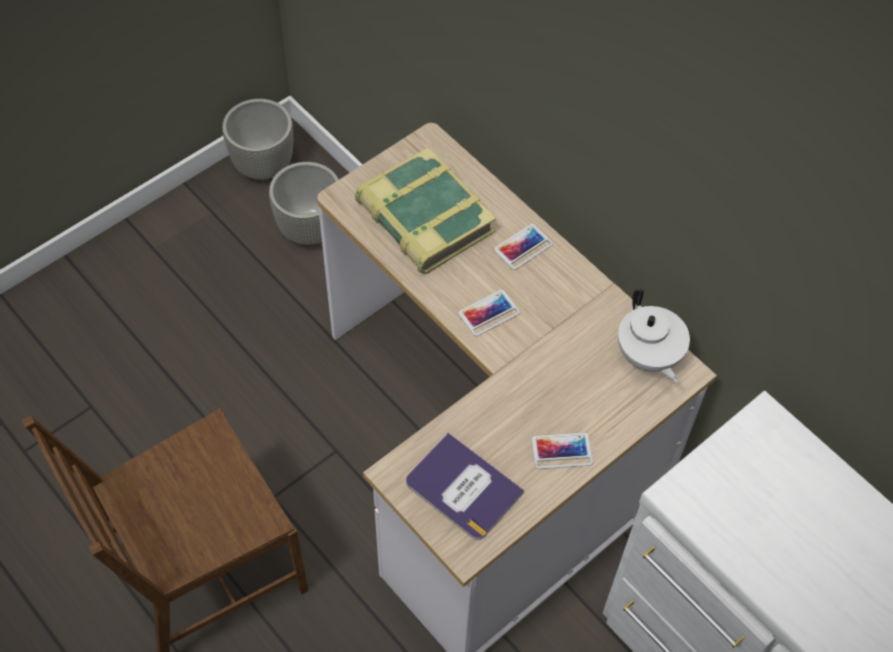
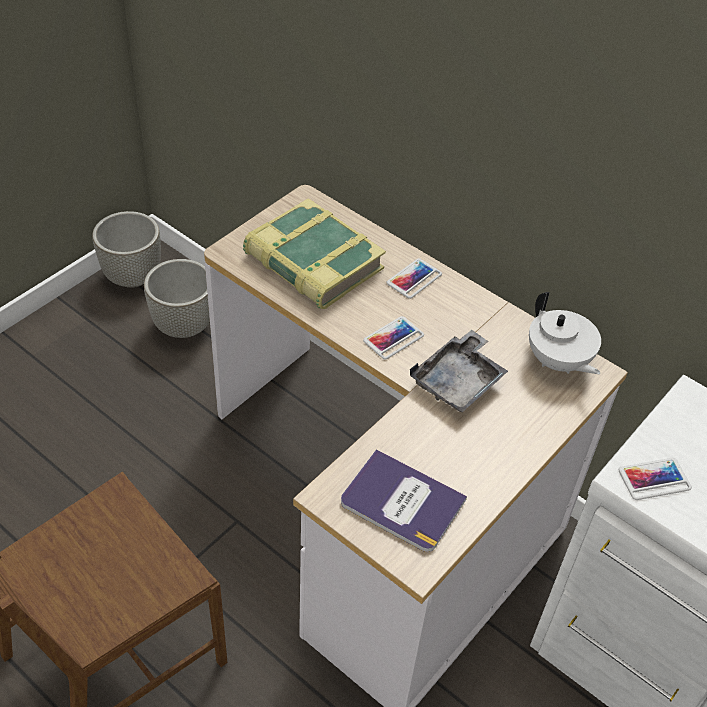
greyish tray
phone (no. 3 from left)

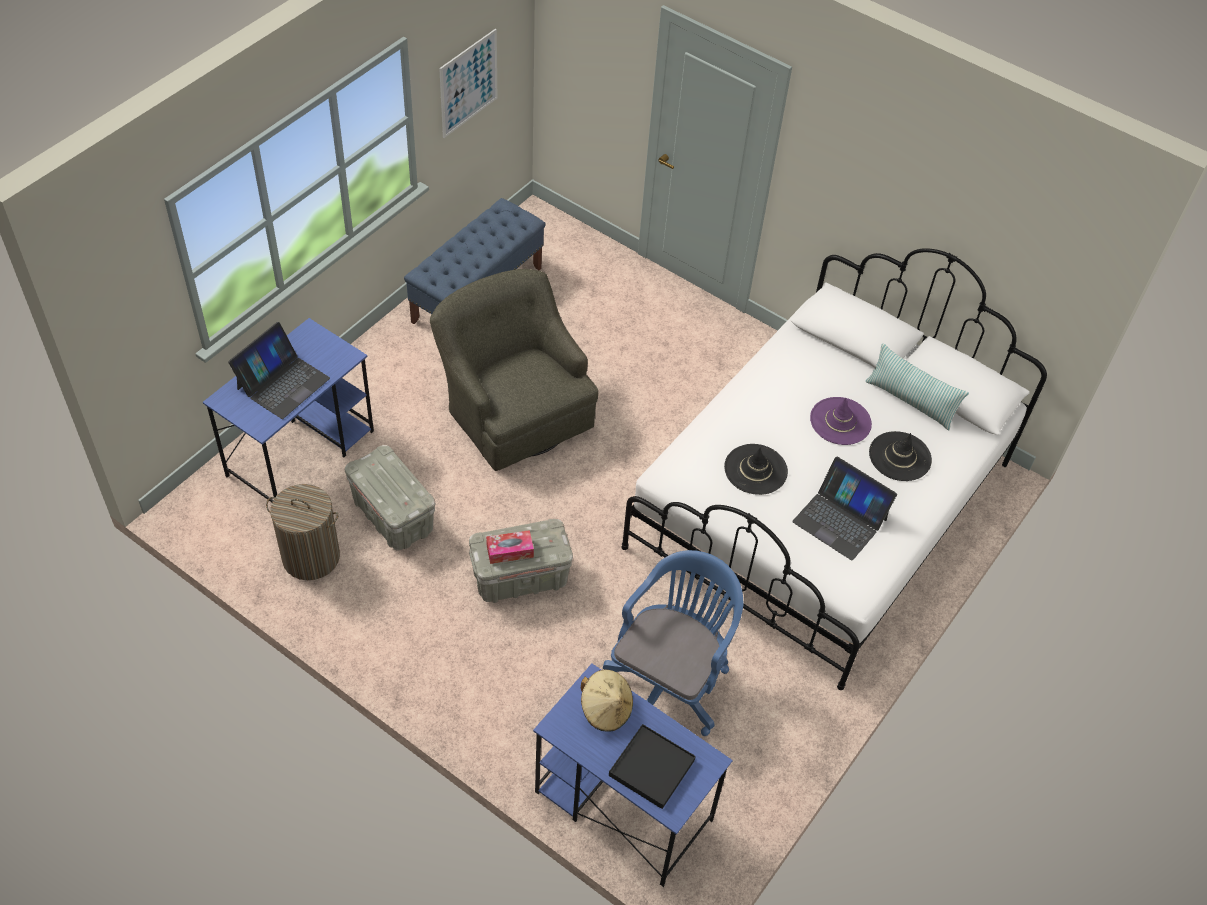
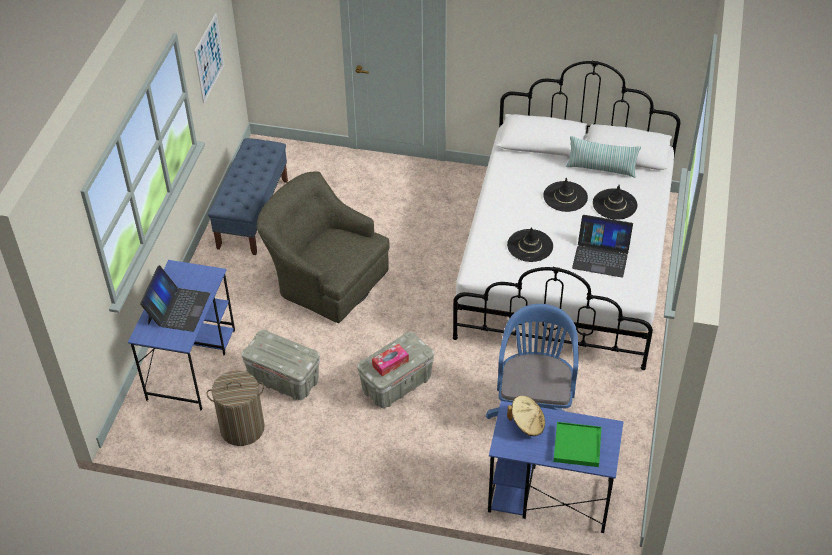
greenish tray
blackish hat (no. 2 from left)

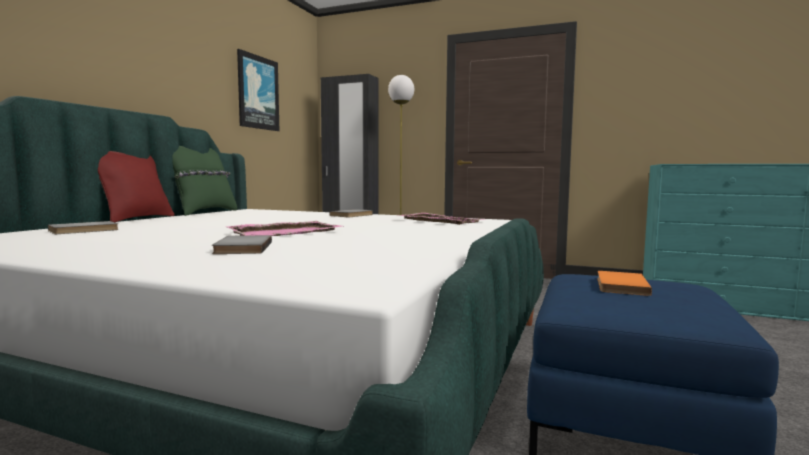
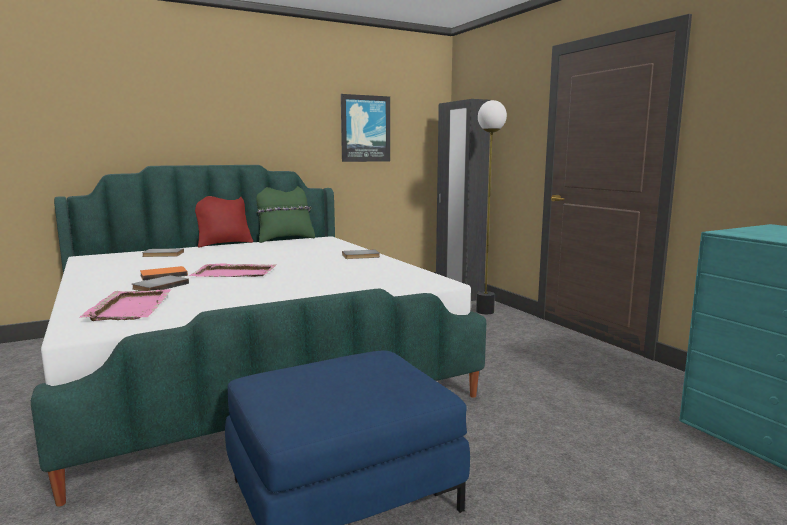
pinkish tray (no. 1 from left)
orange-coloured bound book

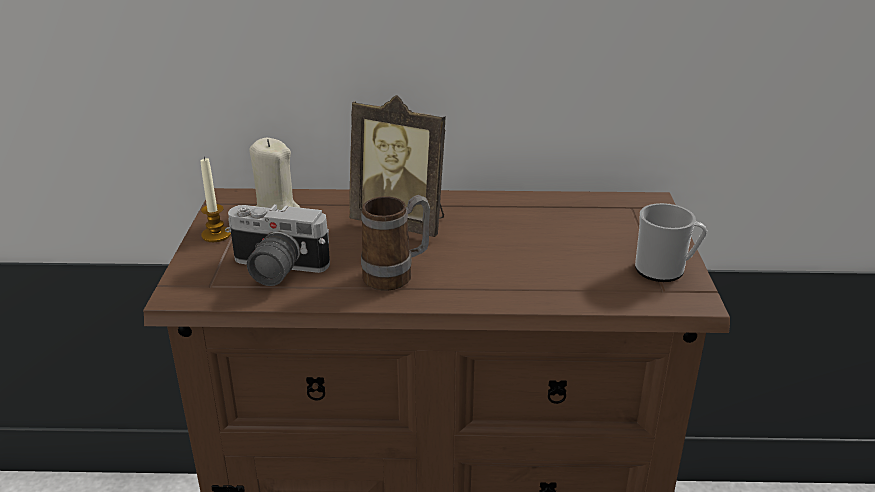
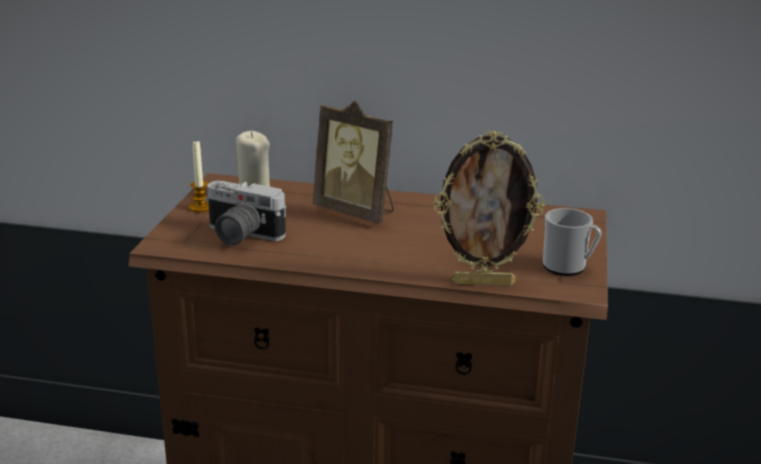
mug (no. 1 from left in the first image)
photo frame (no. 2 from left)

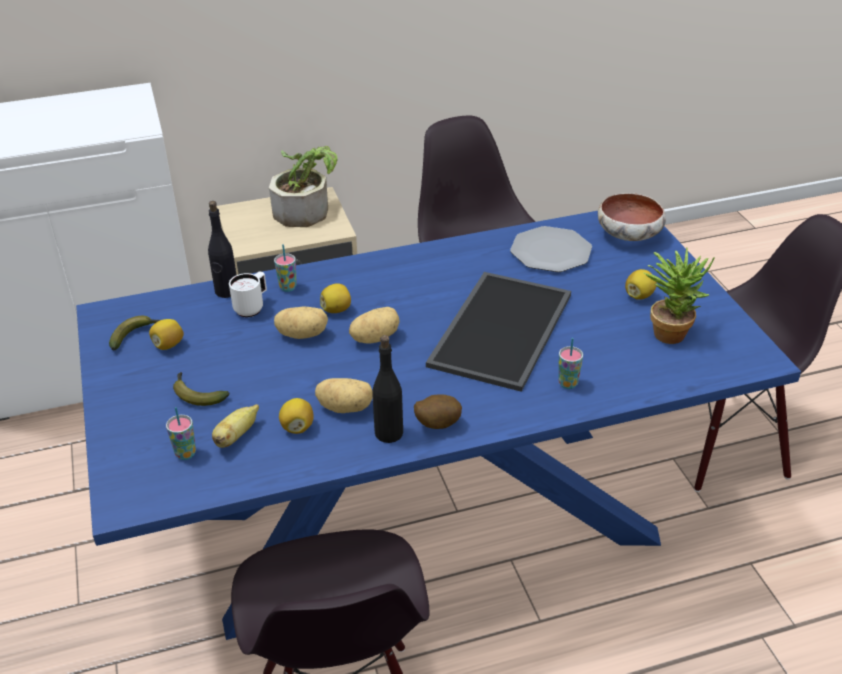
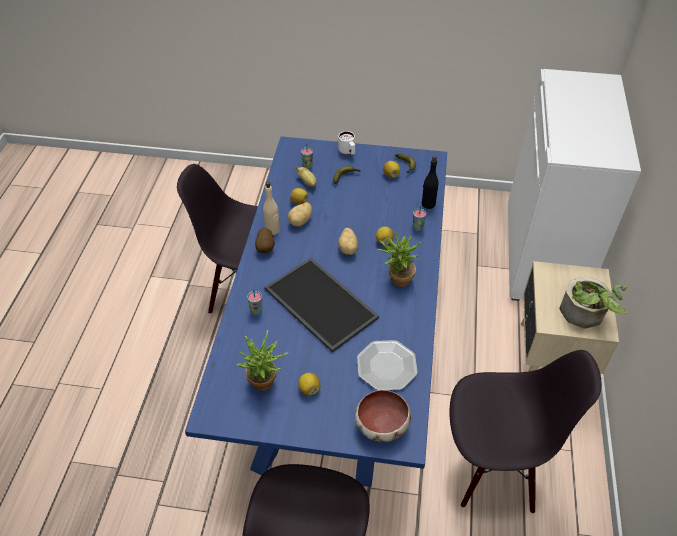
potato (no. 1 from left in the first image)
houseplant (no. 2 from left)
whitish mug
sand-coloured bottle

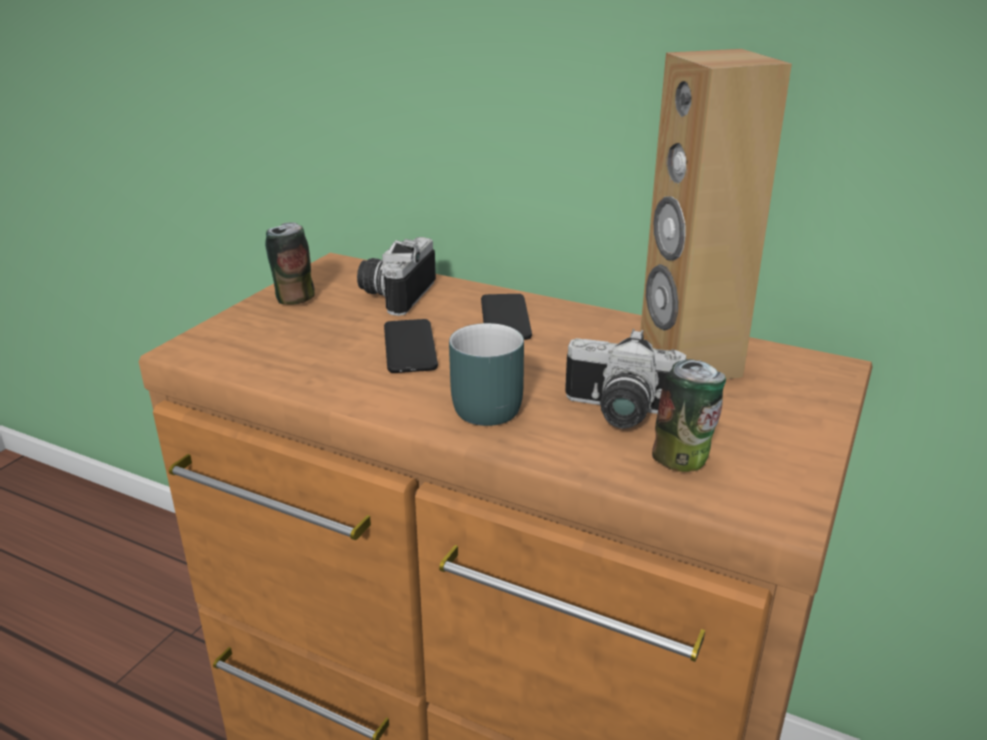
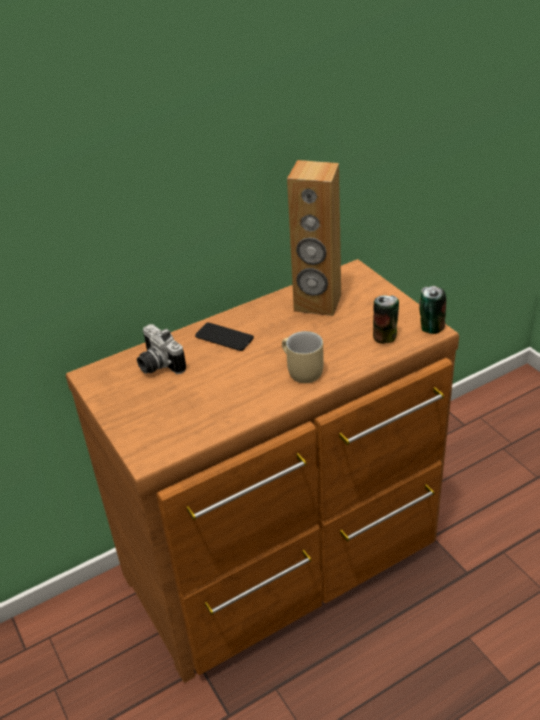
phone (no. 1 from left in the first image)
still camera (no. 2 from left in the first image)
can (no. 2 from left)
sand-coloured mug

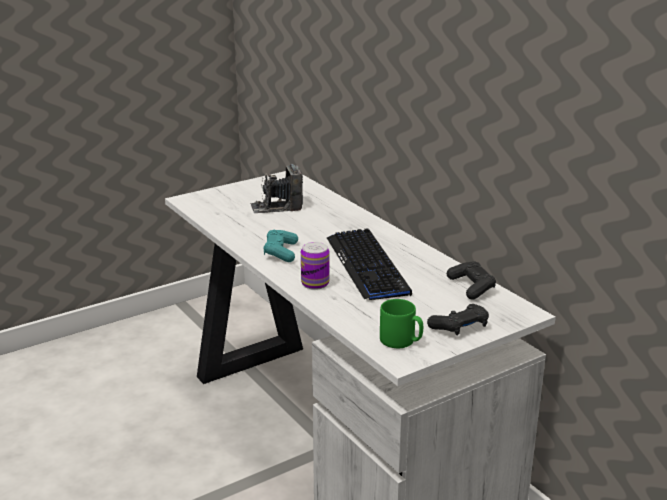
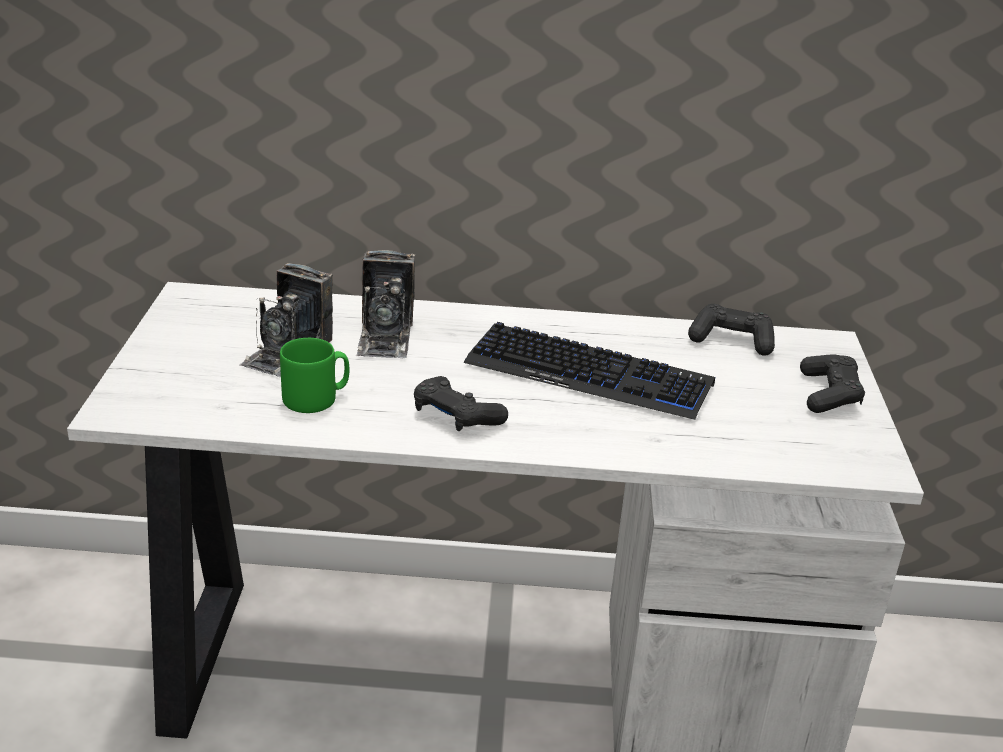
can
still camera (no. 2 from left)
greenish mug
blackish joypad (no. 1 from left)

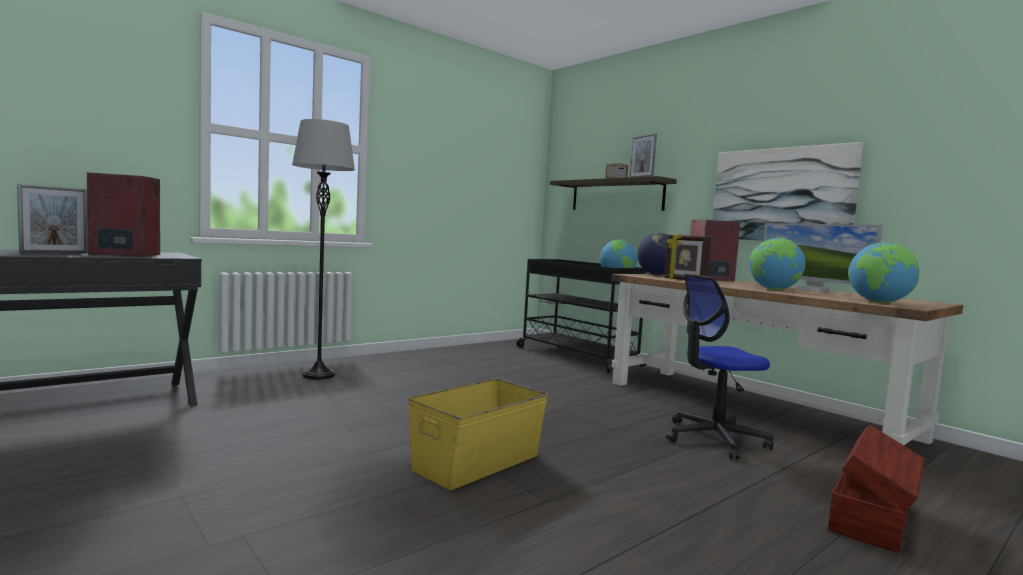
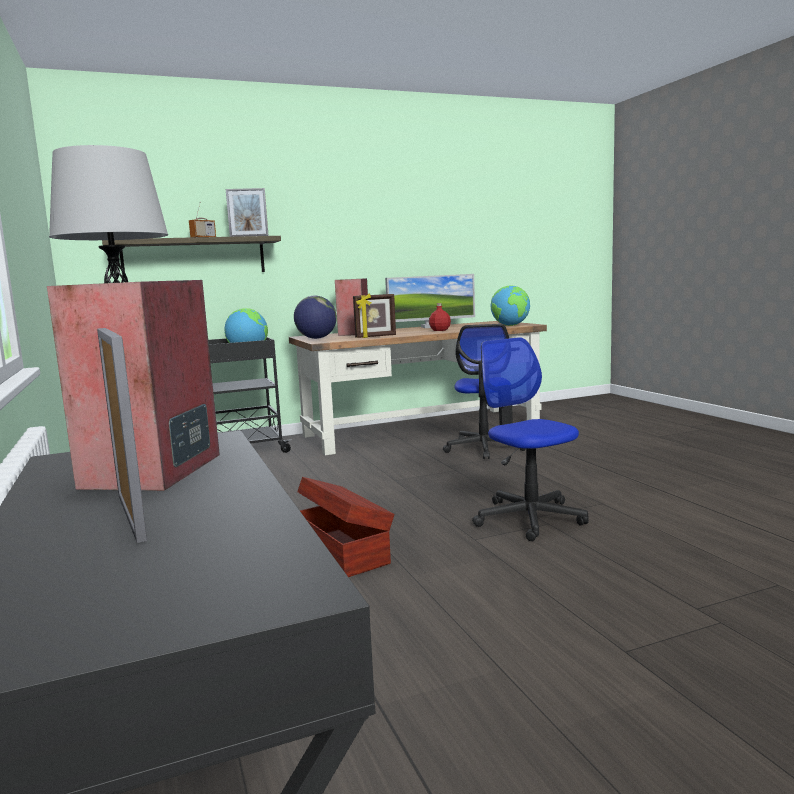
wall picture
brownish storage container
office chair (no. 2 from left)
reddish bottle

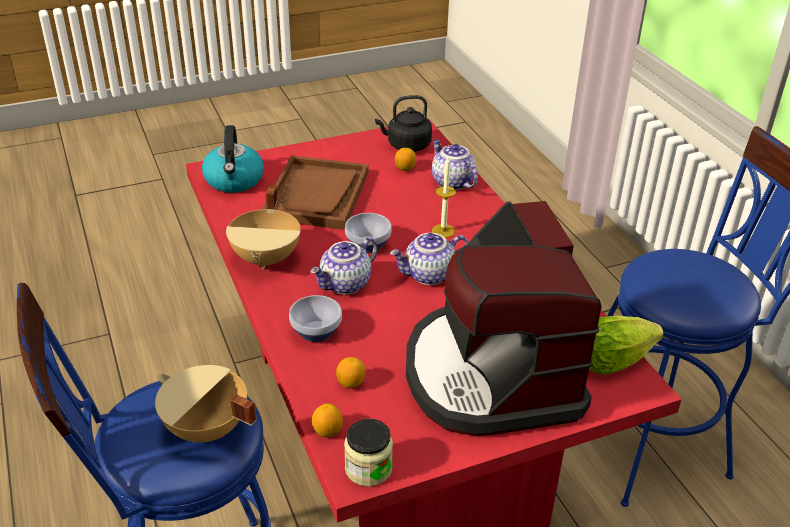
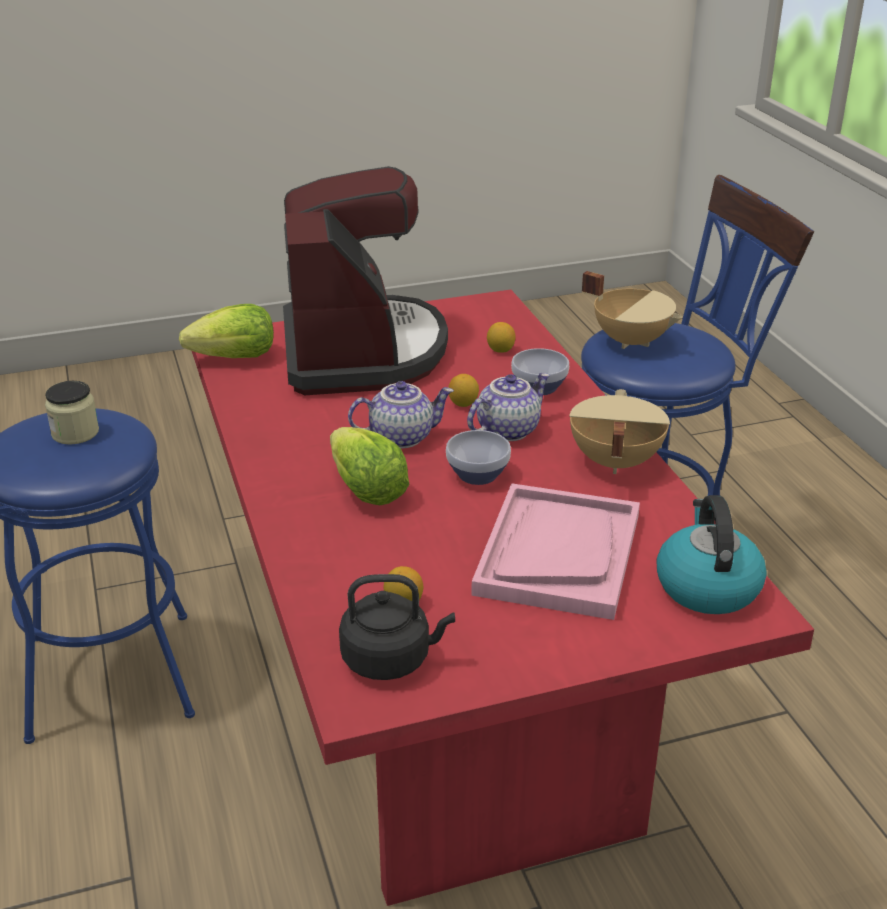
pot for tea (no. 3 from left in the first image)
citrus fruit (no. 2 from left)
jar
lettuce (no. 2 from left)
pinkish tray

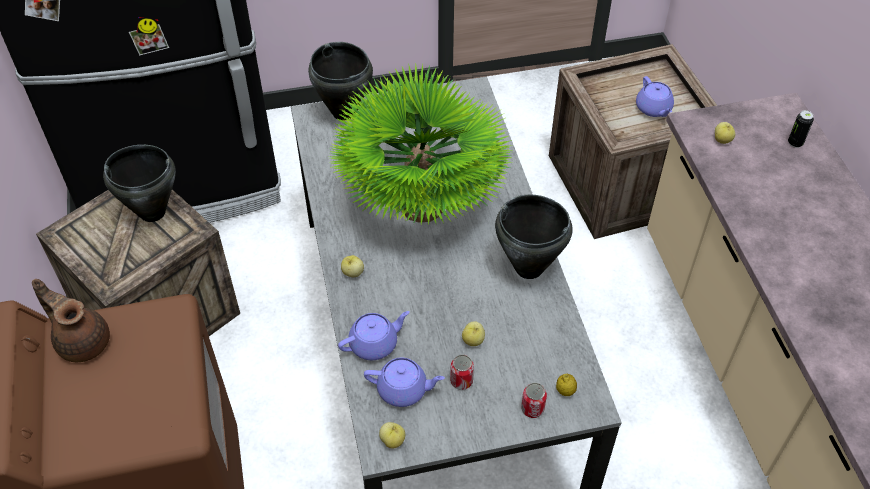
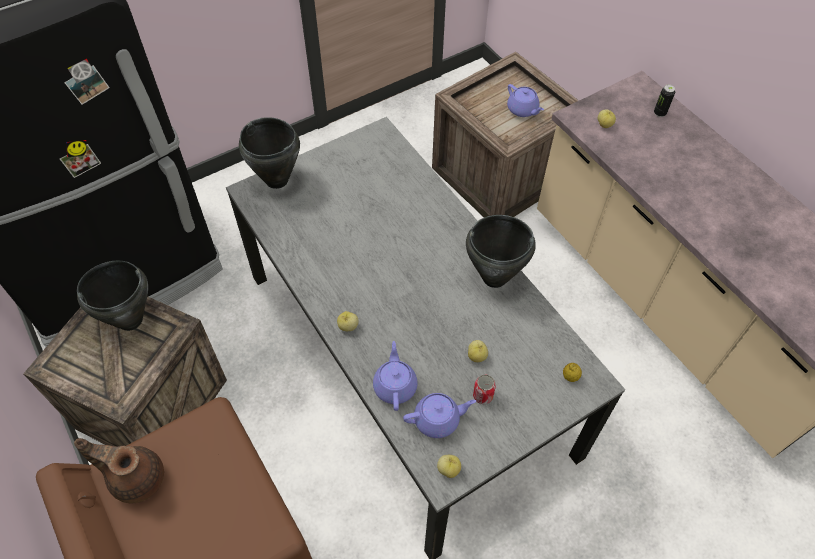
houseplant
can (no. 2 from left in the first image)
purplish pot for tea (no. 1 from left)

